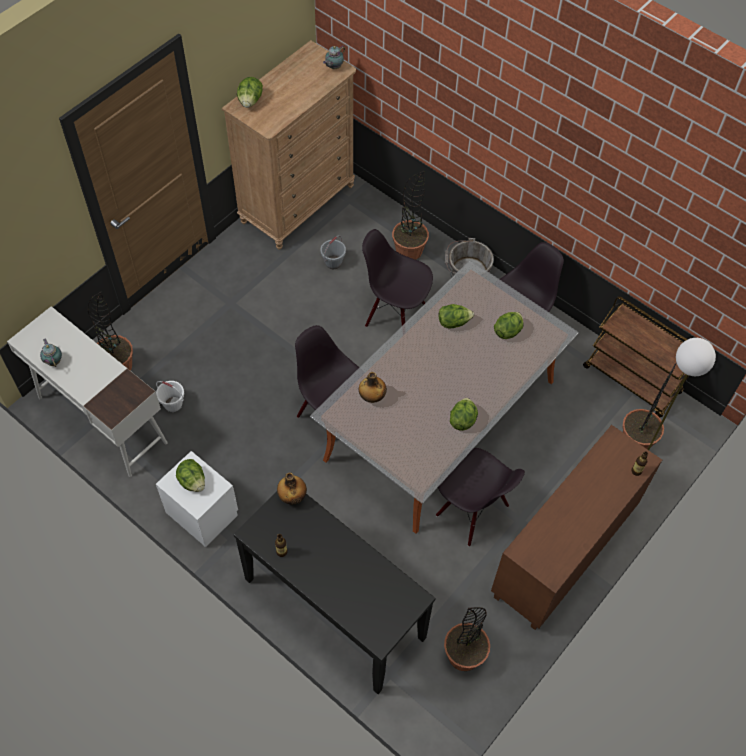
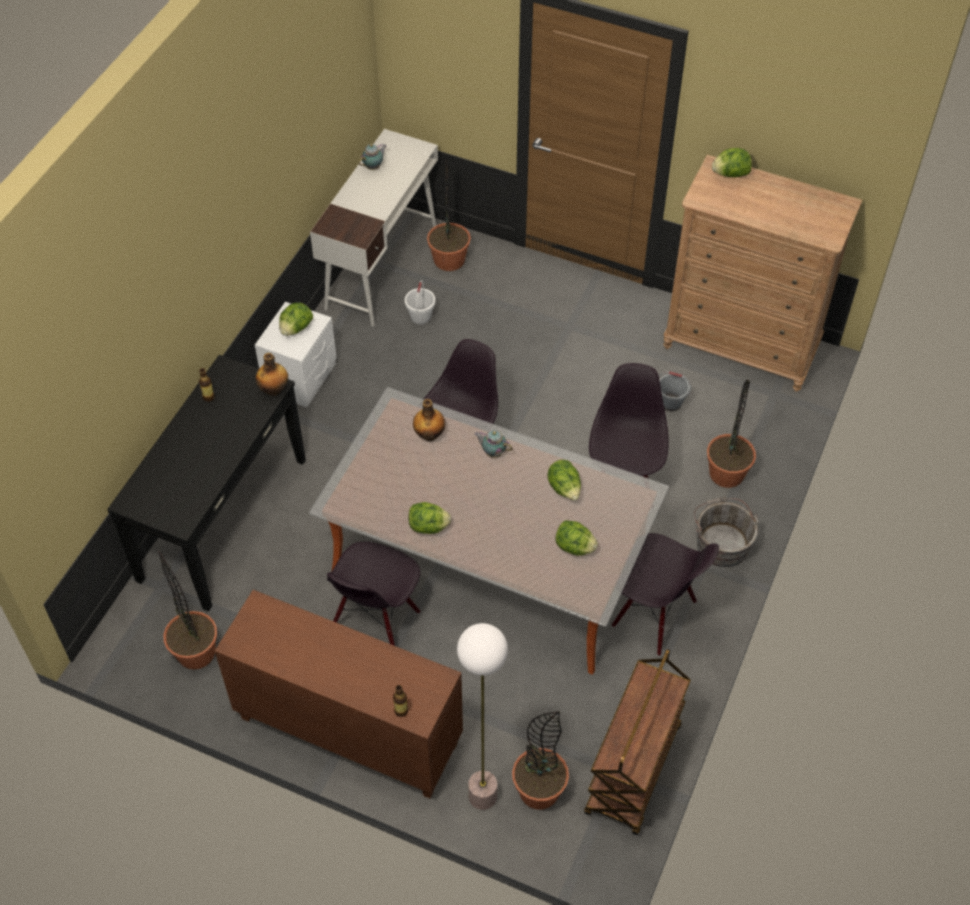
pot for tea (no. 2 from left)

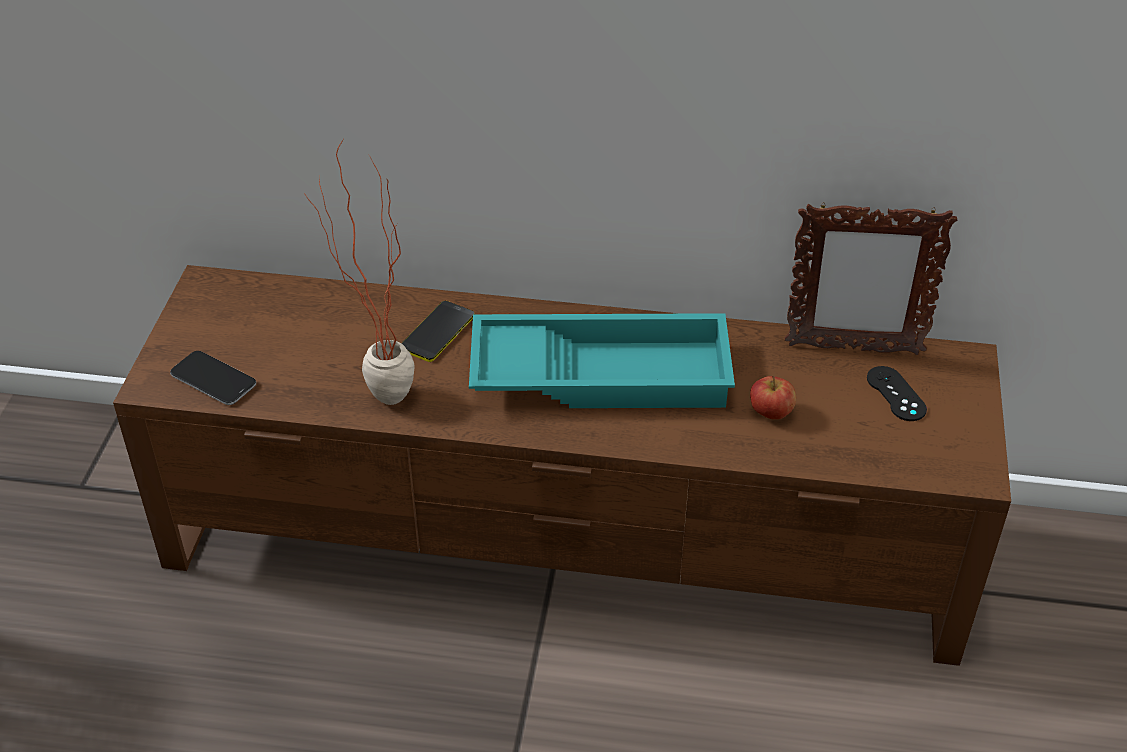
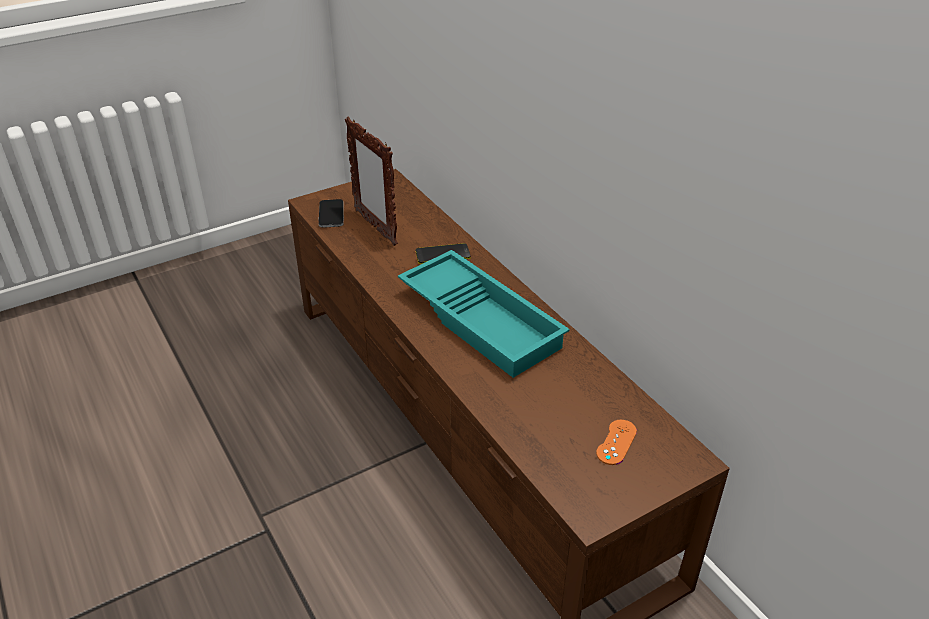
houseplant
apple
photo frame
orange-coloured joypad

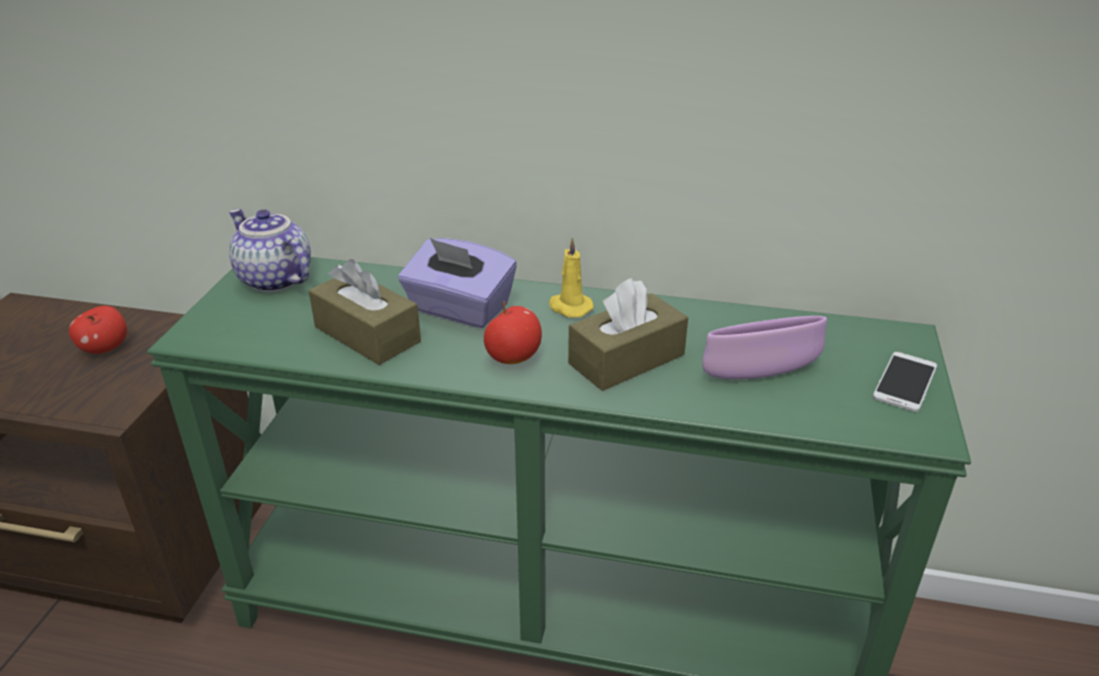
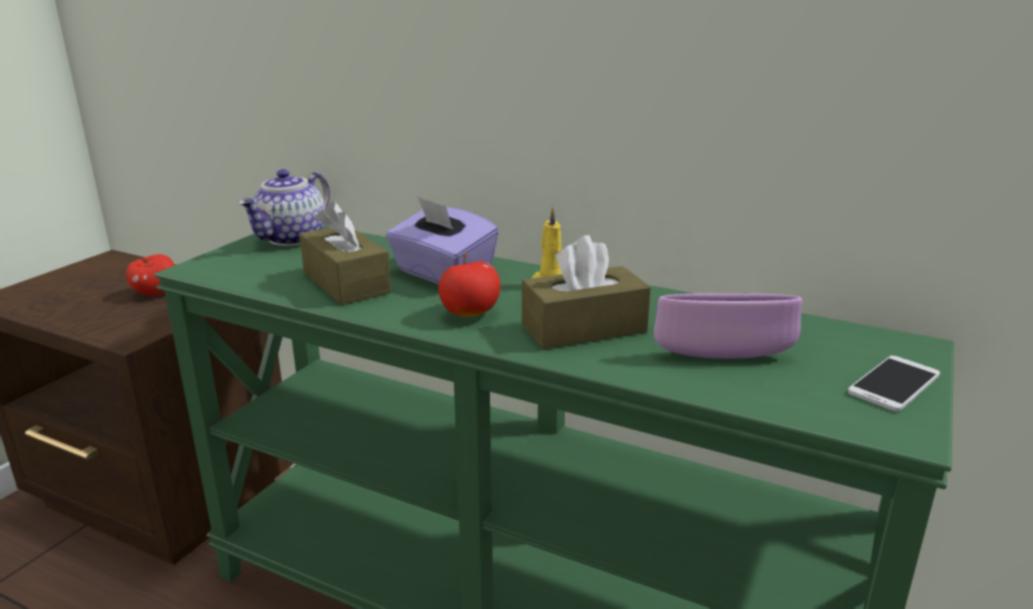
pot for tea

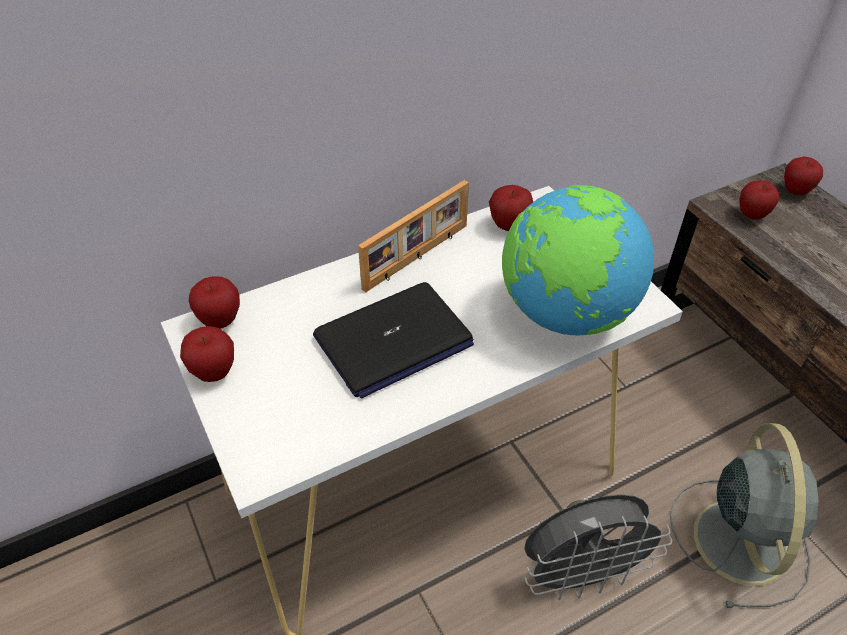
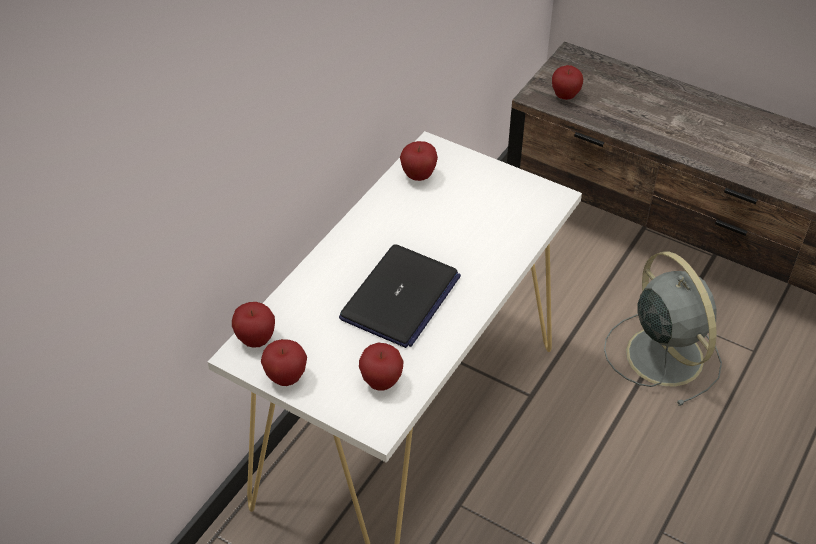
photo frame
globe
greyish electric fan (no. 1 from left in the first image)
apple (no. 3 from left)

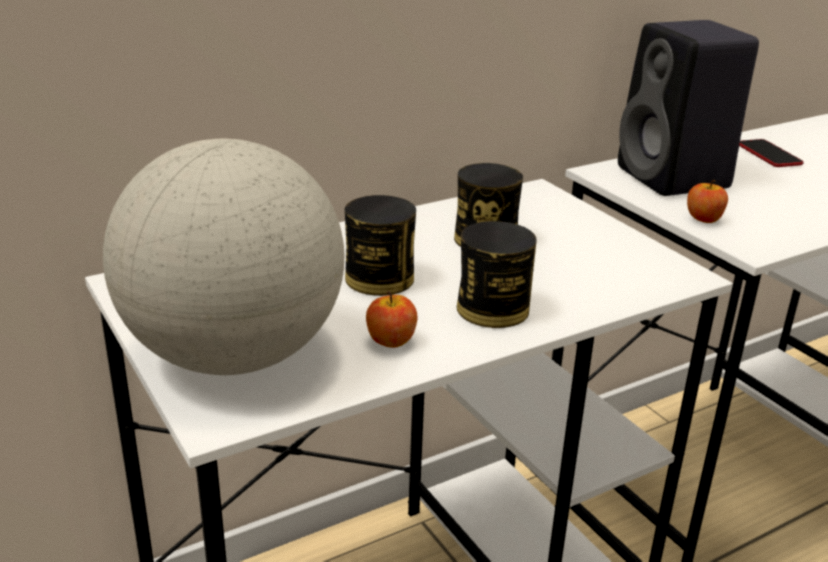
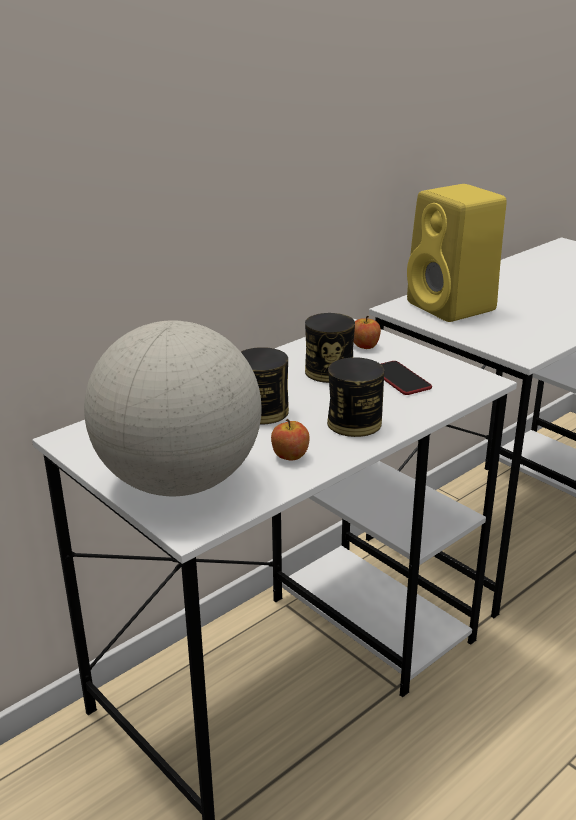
apple (no. 2 from left)
phone
yellowish audio speaker

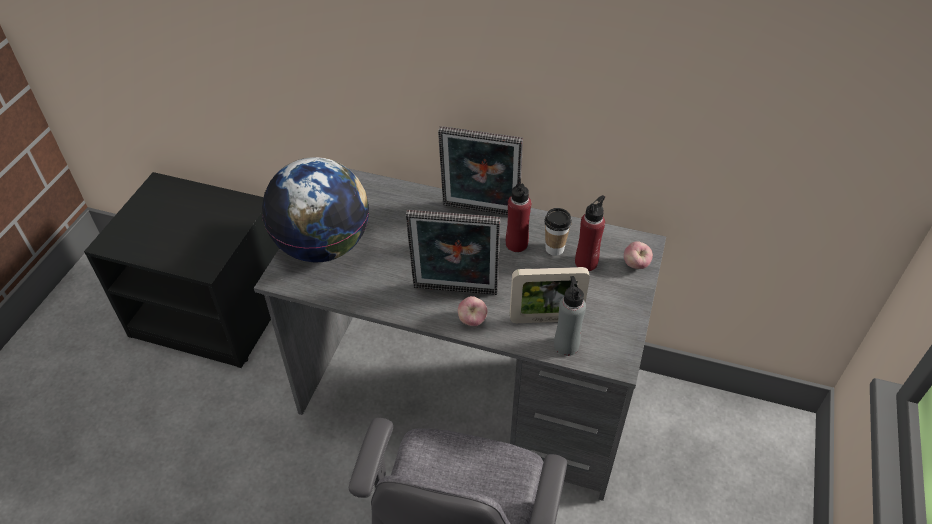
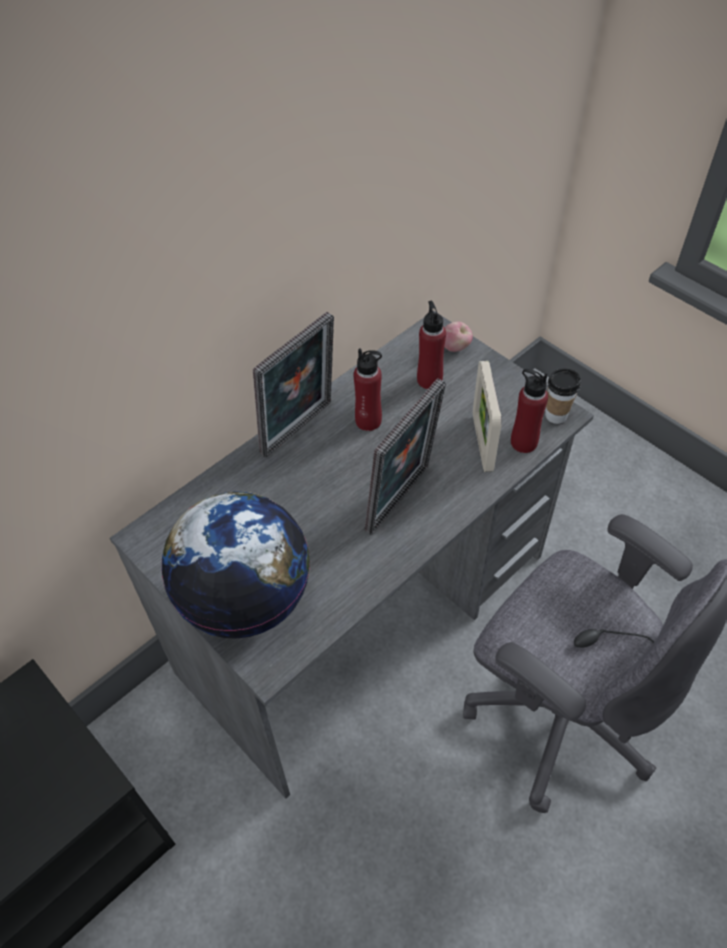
apple (no. 1 from left in the first image)
small cup
reddish bottle (no. 3 from left)
photo frame (no. 3 from left)

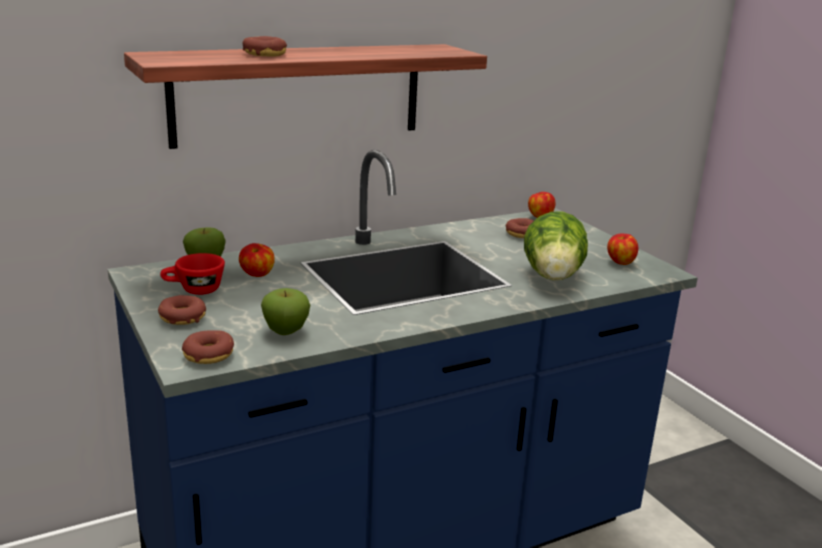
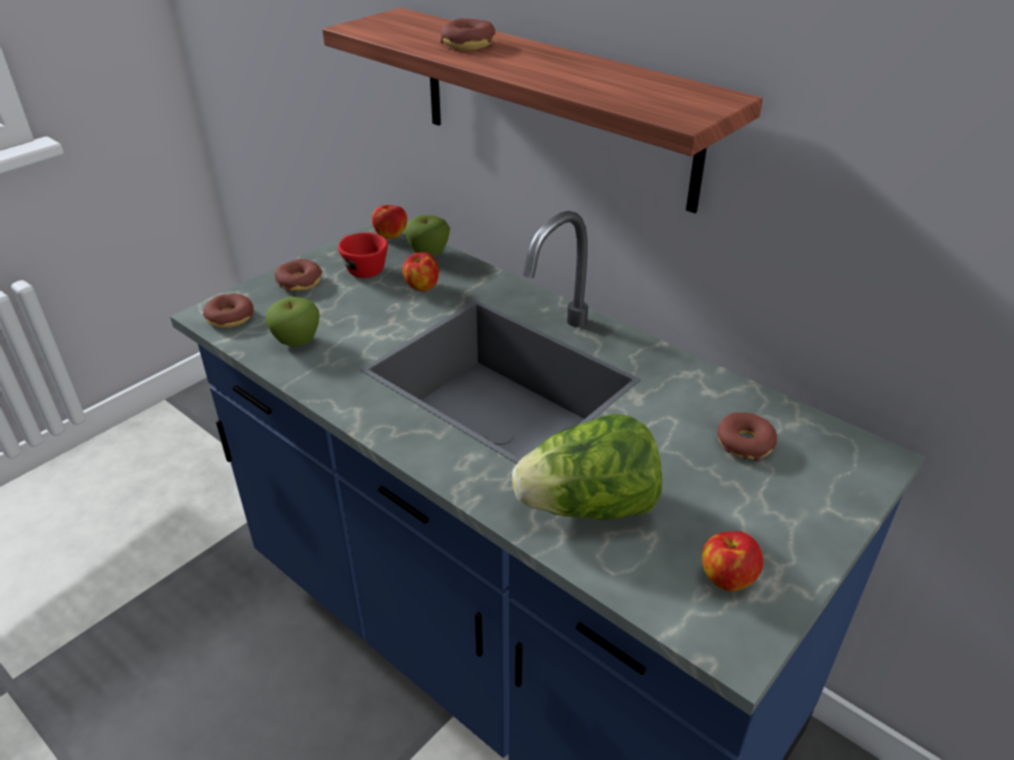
apple (no. 2 from left)

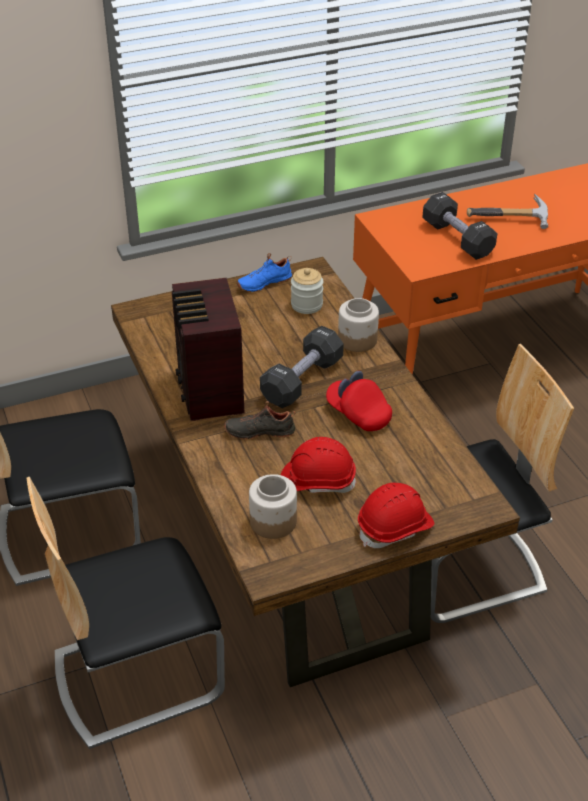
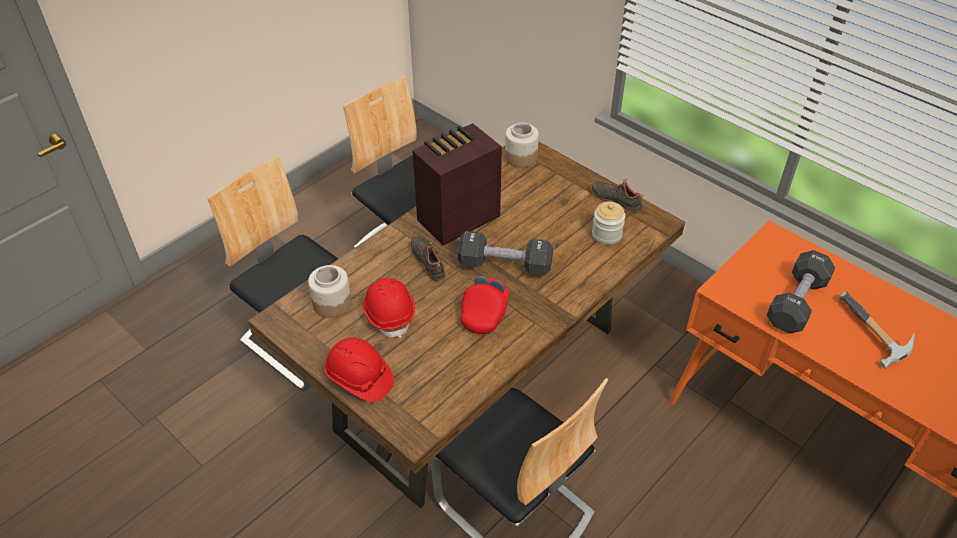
jar (no. 2 from left)
blackish shoe (no. 2 from left)

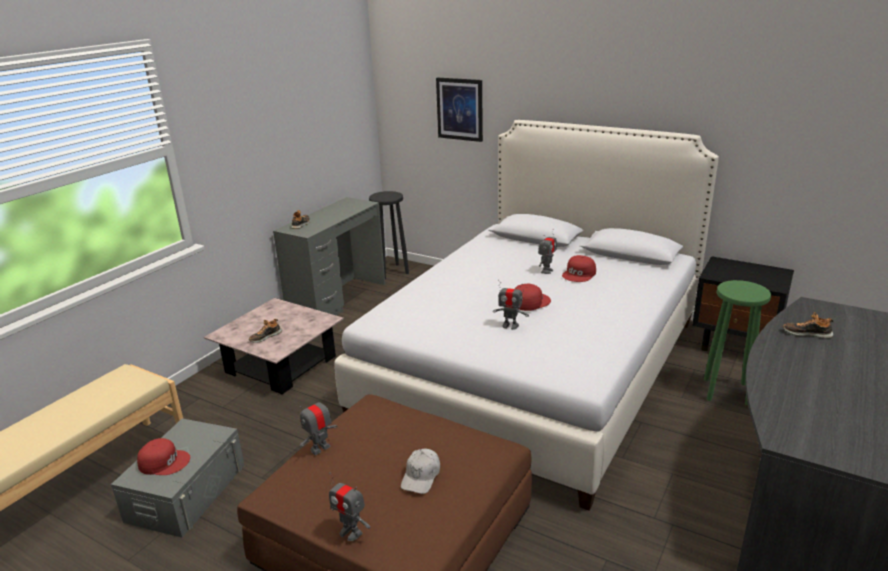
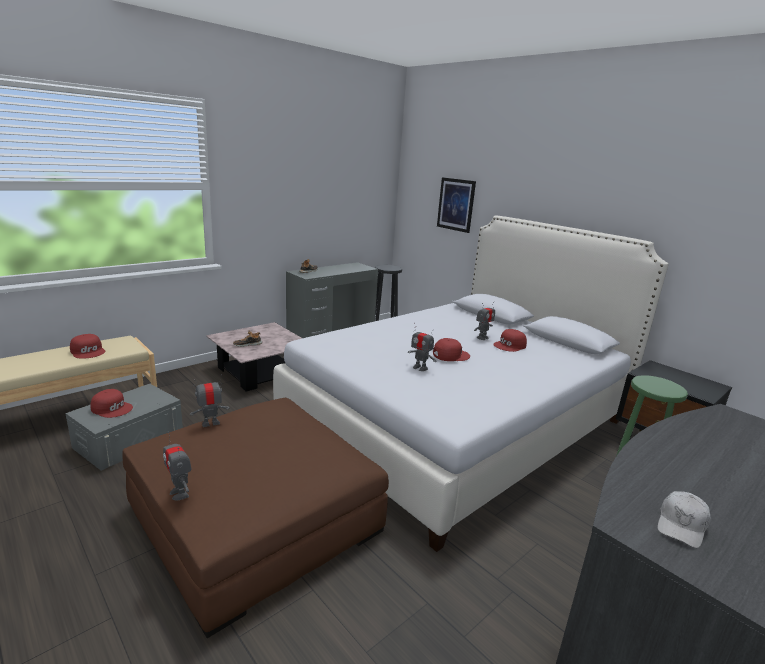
shoe (no. 3 from left in the first image)
reddish baseball cap (no. 1 from left)
whitish baseball cap

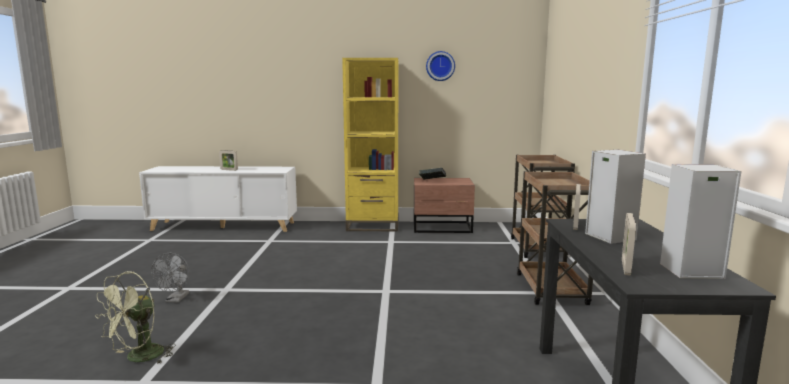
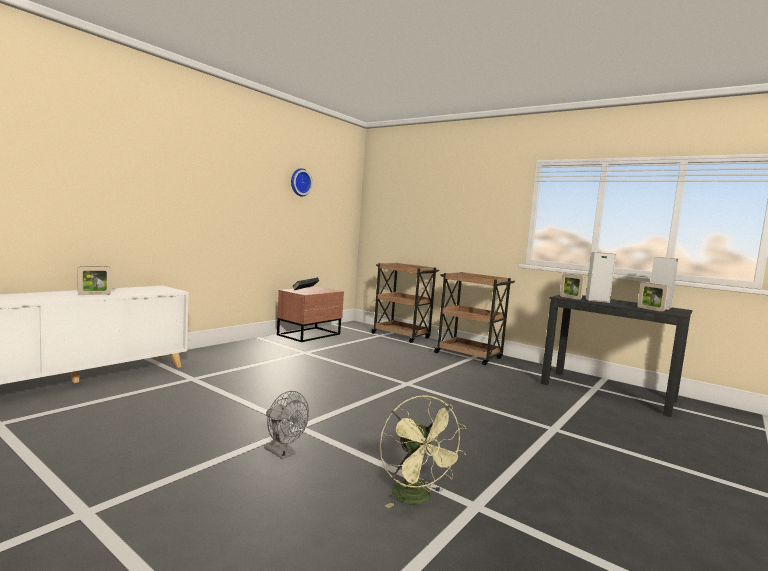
yellowish bookcase

